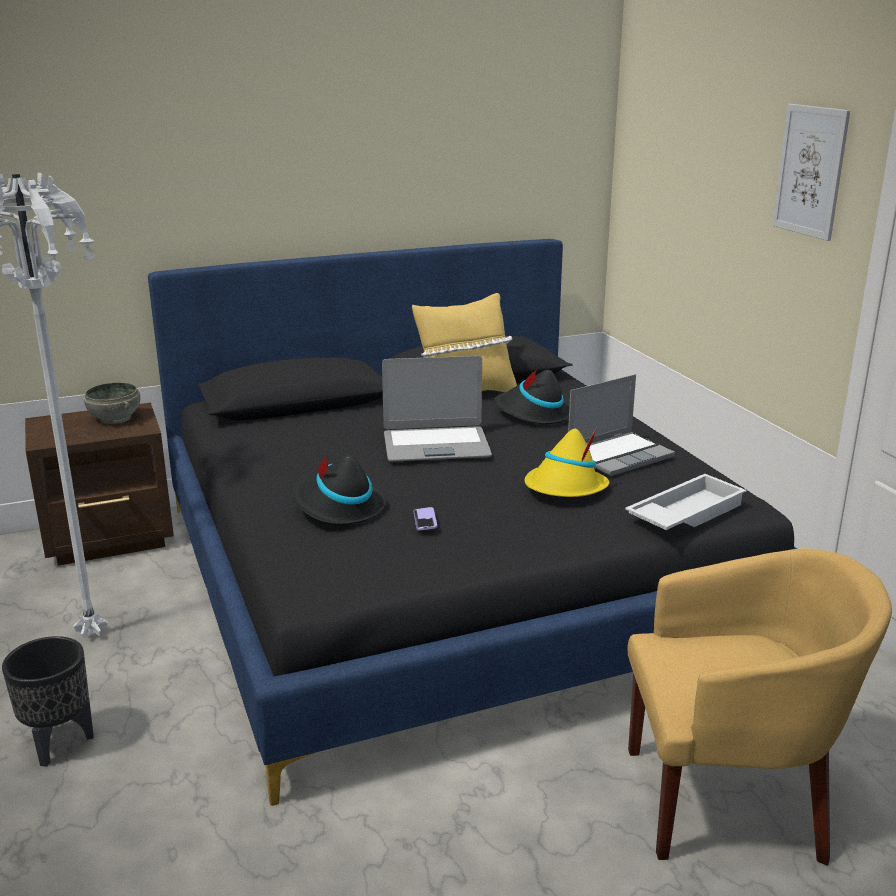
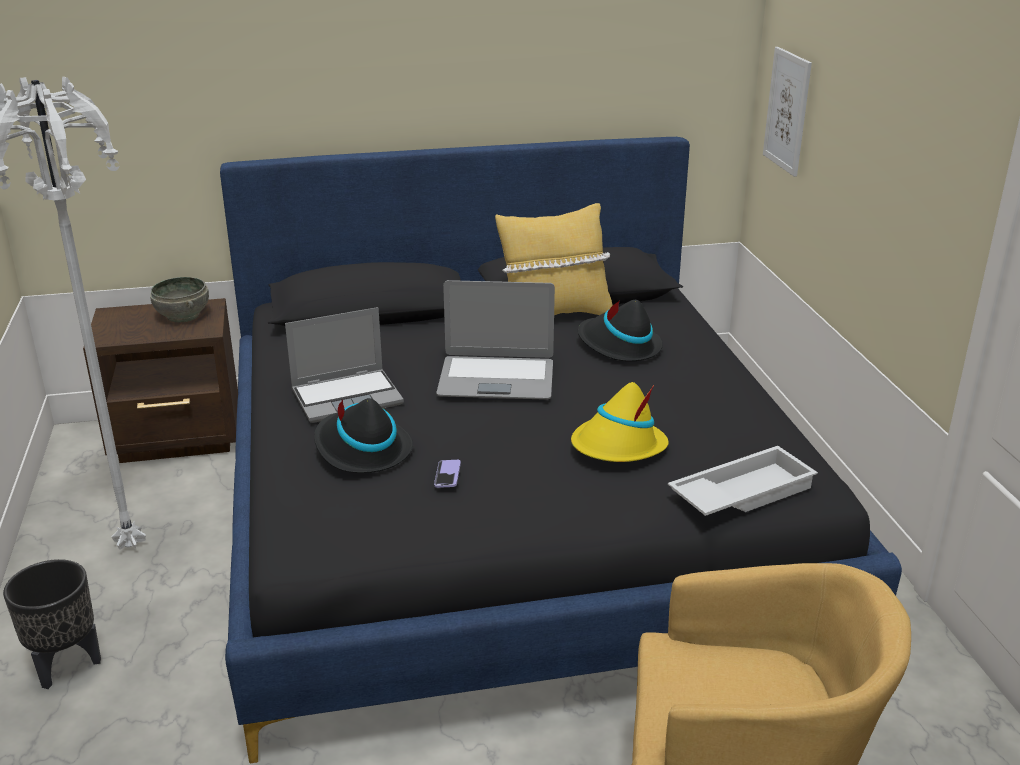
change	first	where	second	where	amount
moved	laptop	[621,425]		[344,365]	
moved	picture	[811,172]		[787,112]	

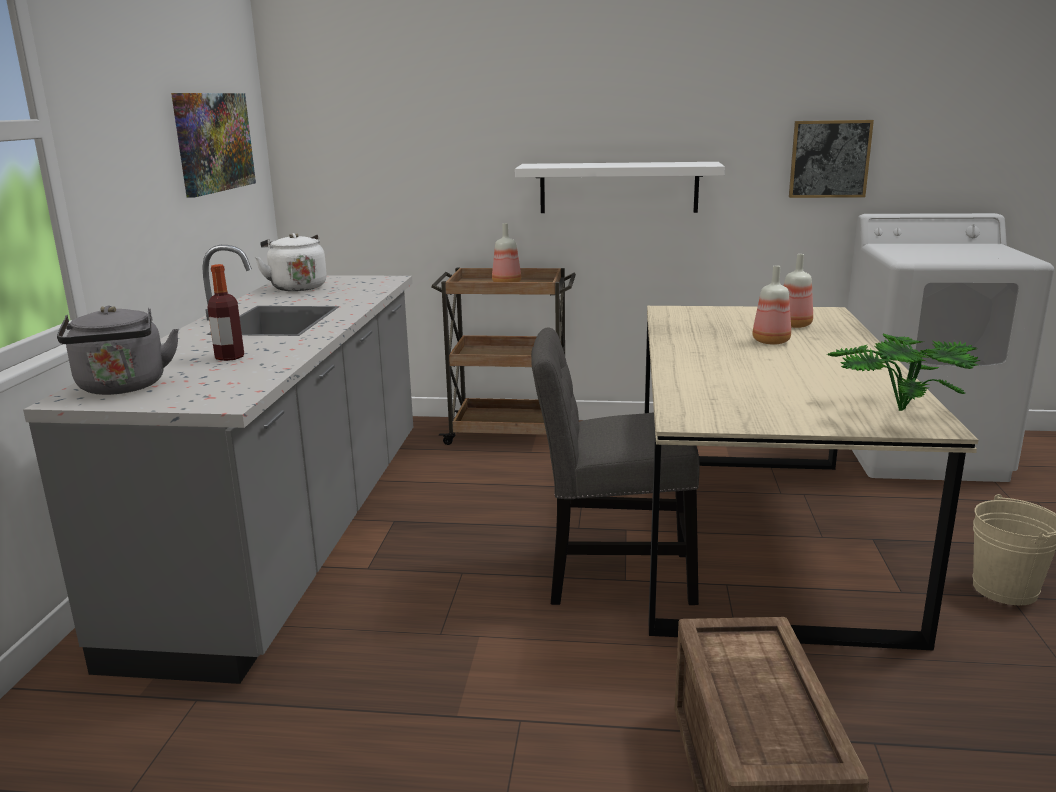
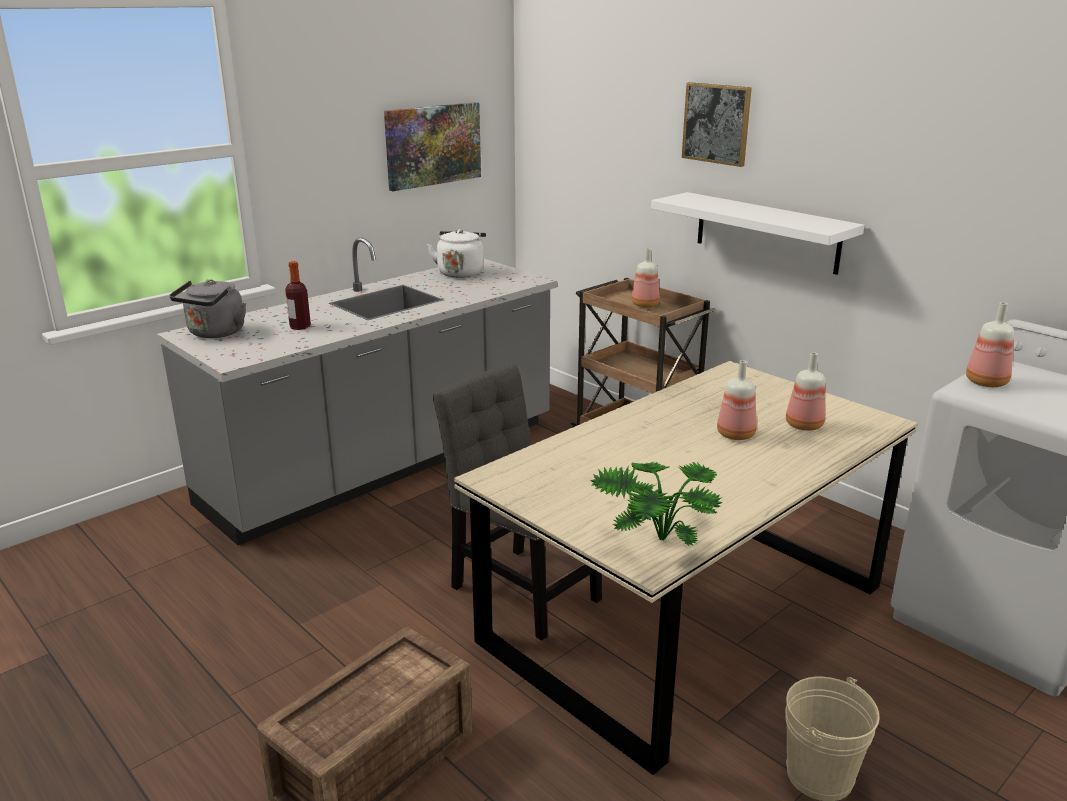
change	first	where	second	where	amount
added			bottle	[990,344]	
moved	picture	[831,159]		[717,124]	

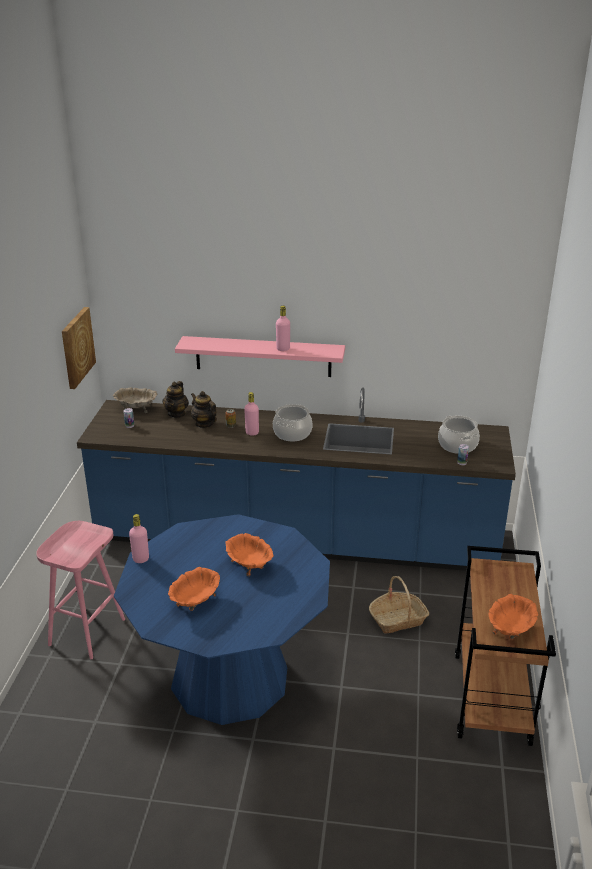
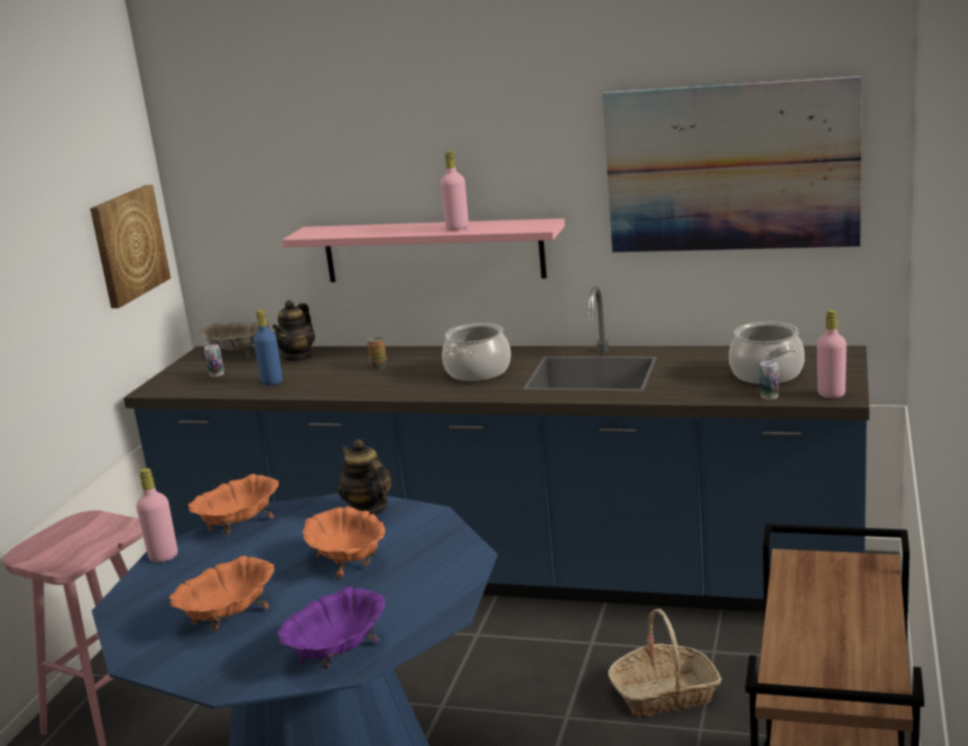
change	first	where	second	where	amount
added			blue bottle	[268,348]	
added			purple bowl	[331,628]	
added			picture	[732,164]	
moved	teapot	[204,409]		[364,477]	
moved	pink bottle	[251,414]		[832,354]	
moved	orange bowl	[513,617]		[233,504]	

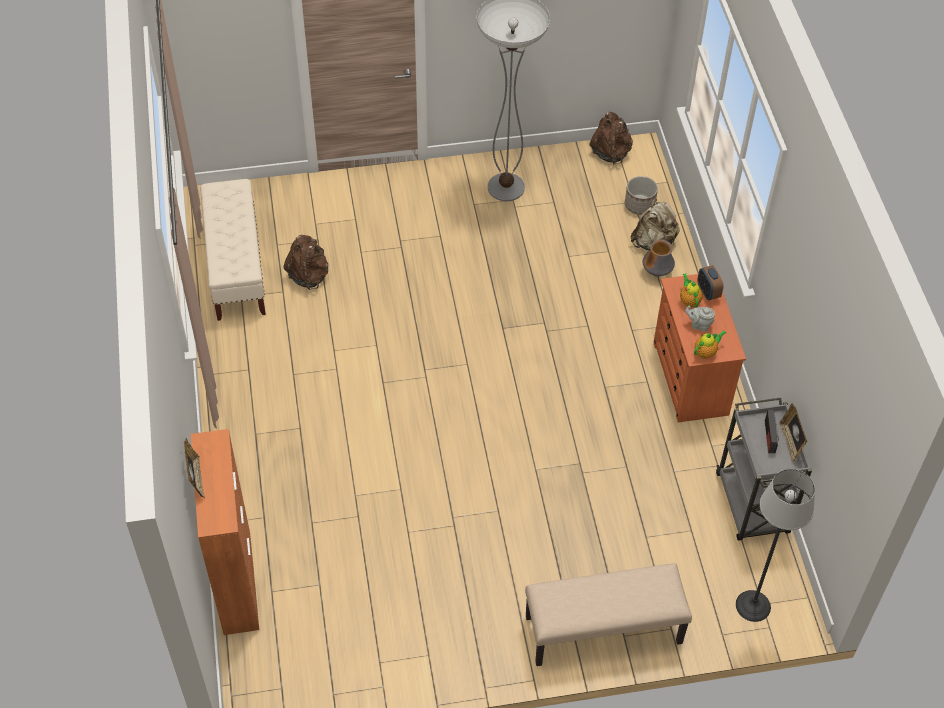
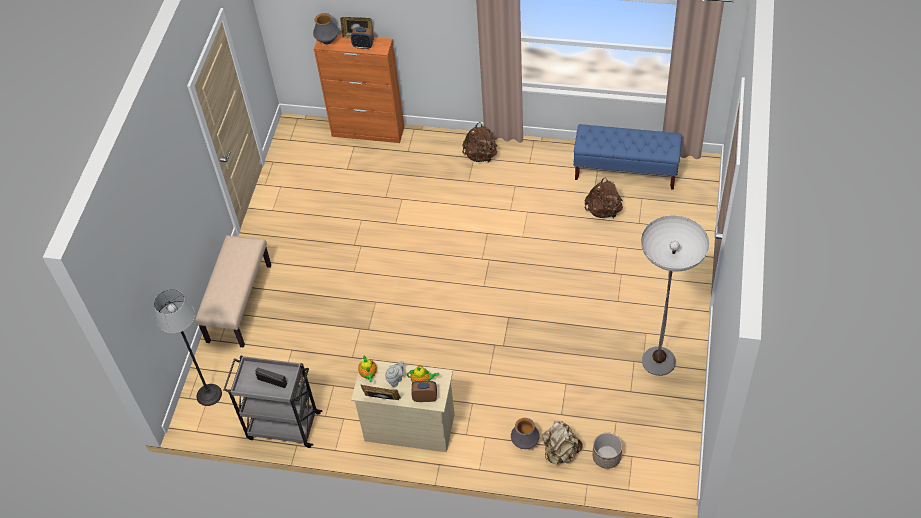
change	first	where	second	where	amount
added			vase	[326,28]	
added			alarm clock	[362,38]	
moved	brown backpack	[611,138]		[480,142]	
moved	picture frame	[793,432]		[381,392]	
recoloured	beige bench	[233,250]	blue bench	[627,157]	
recoloured	orange dresser	[699,348]	beige dresser	[403,405]	

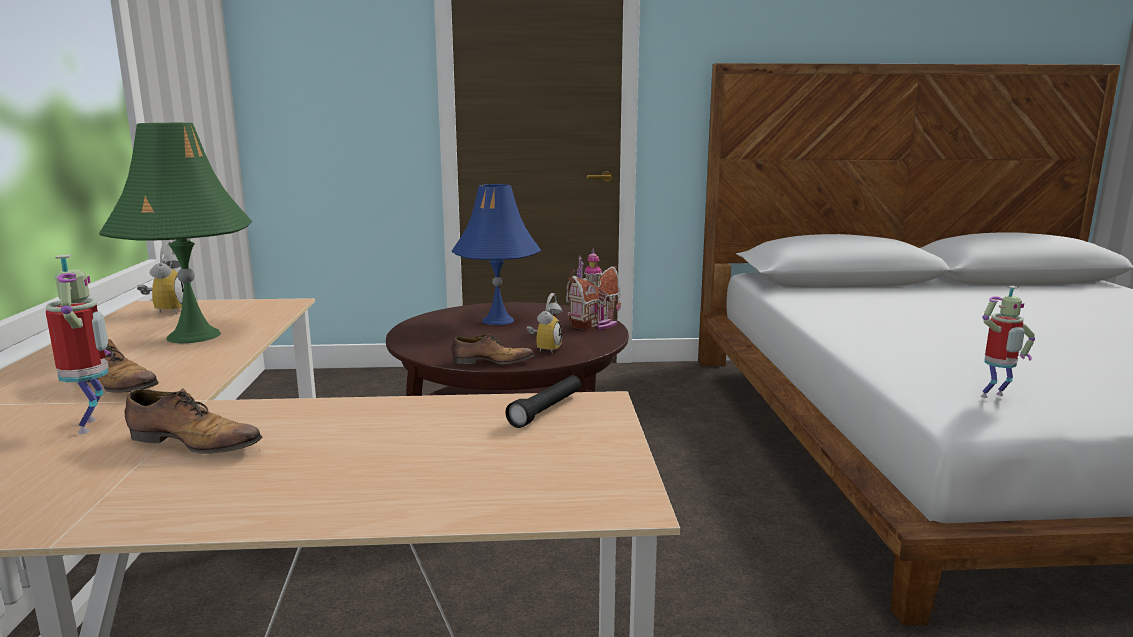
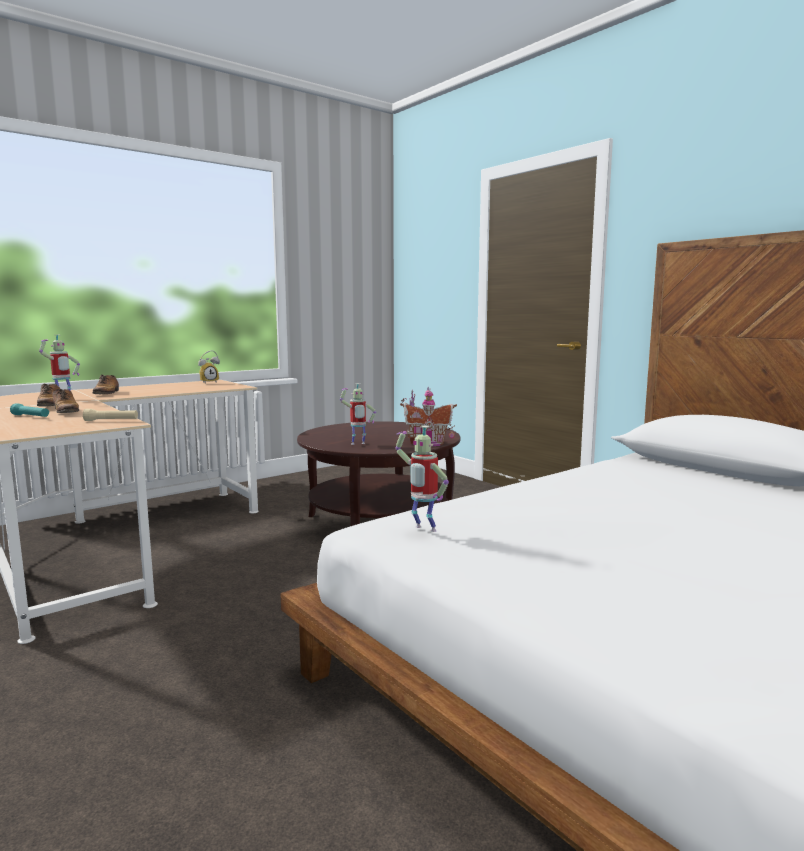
change	first	where	second	where	amount
removed	green table lamp	[175,233]			
removed	blue table lamp	[496,254]			
added			turquoise flashlight	[29,410]	
moved	shoe	[492,348]		[65,402]	
replaced	alarm clock	[544,323]	toy robot	[358,414]	
recoloured	black flashlight	[543,401]	beige flashlight	[110,415]	

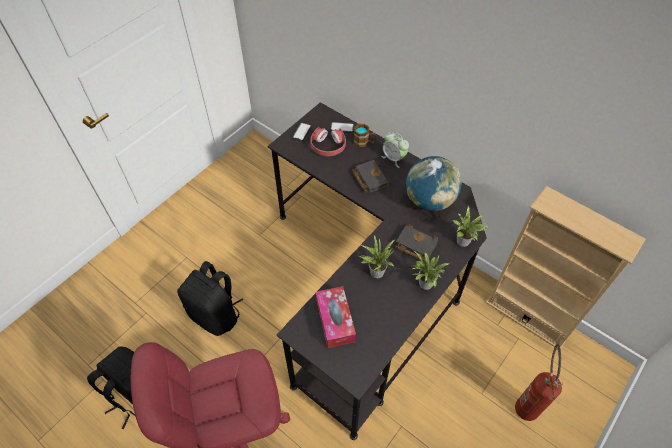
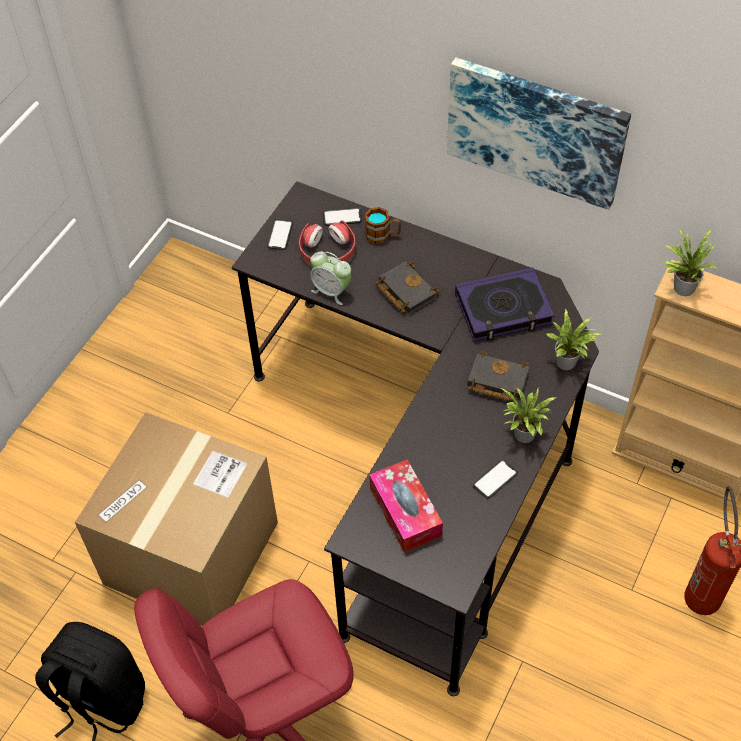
change	first	where	second	where	amount
added			picture	[539,133]	
added			phone	[495,479]	
moved	potted plant	[377,257]		[690,262]	
moved	alarm clock	[395,150]		[330,278]	
replaced	black backpack	[210,298]	cardboard box	[176,519]	
replaced	globe	[434,183]	book	[505,305]	

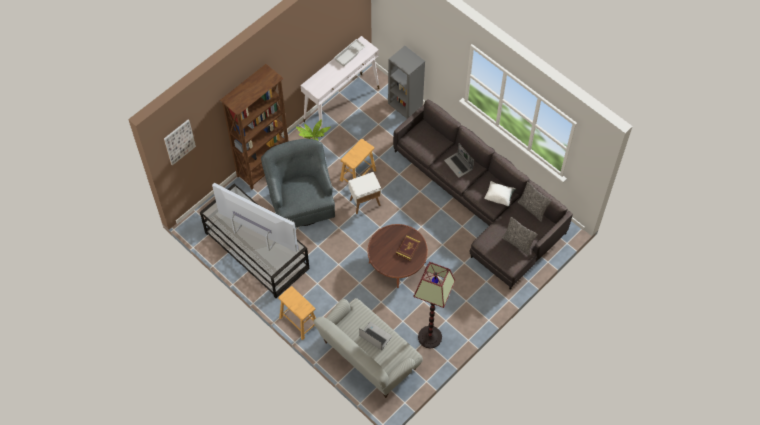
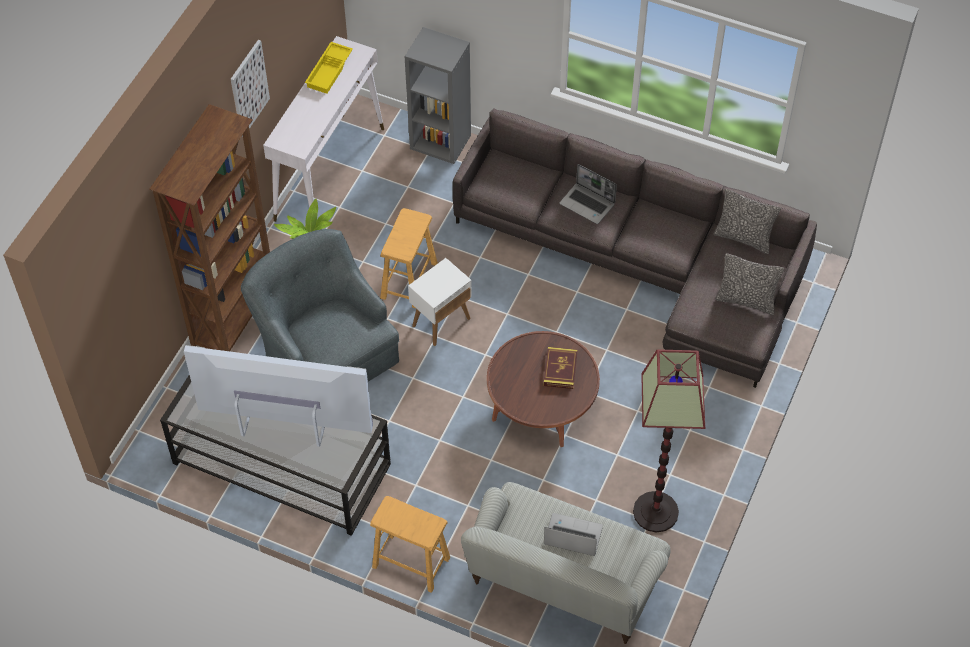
change	first	where	second	where	amount
removed	white pillow	[499,193]			
moved	picture	[180,142]		[250,88]	
recoloured	white tray	[350,53]	yellow tray	[329,68]	

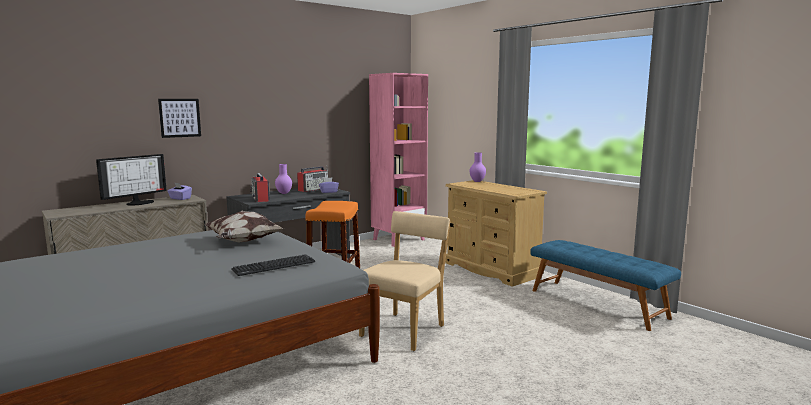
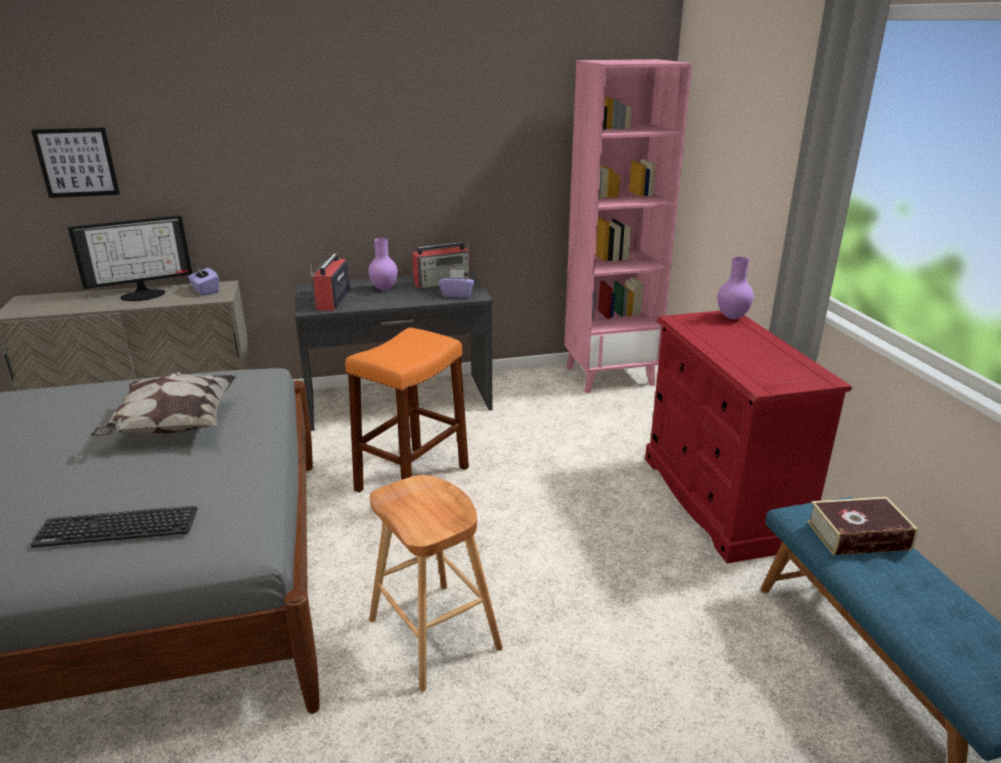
change	first	where	second	where	amount
added			book	[862,526]	
moved	picture	[179,118]		[75,162]	
replaced	beige chair	[405,281]	brown stool	[436,583]	
recoloured	beige dresser	[496,233]	red dresser	[748,437]	

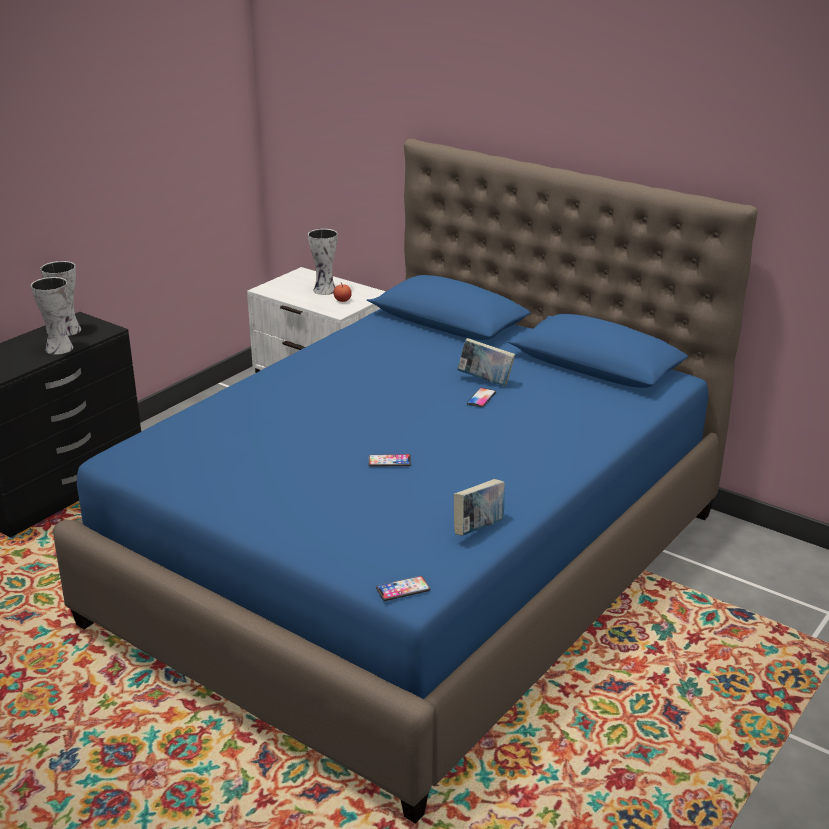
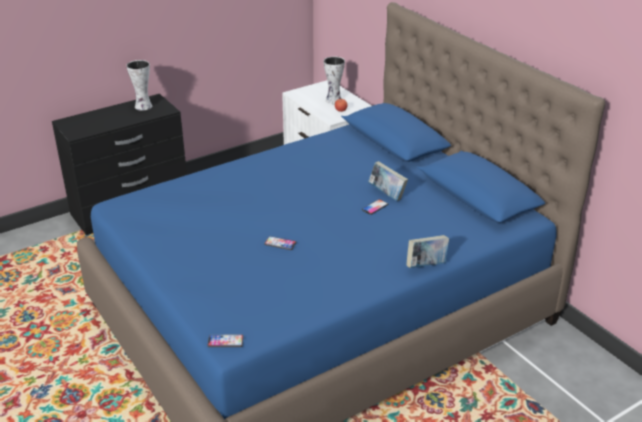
change	first	where	second	where	amount
removed	vase	[52,316]			
moved	book	[479,507]		[428,251]	

